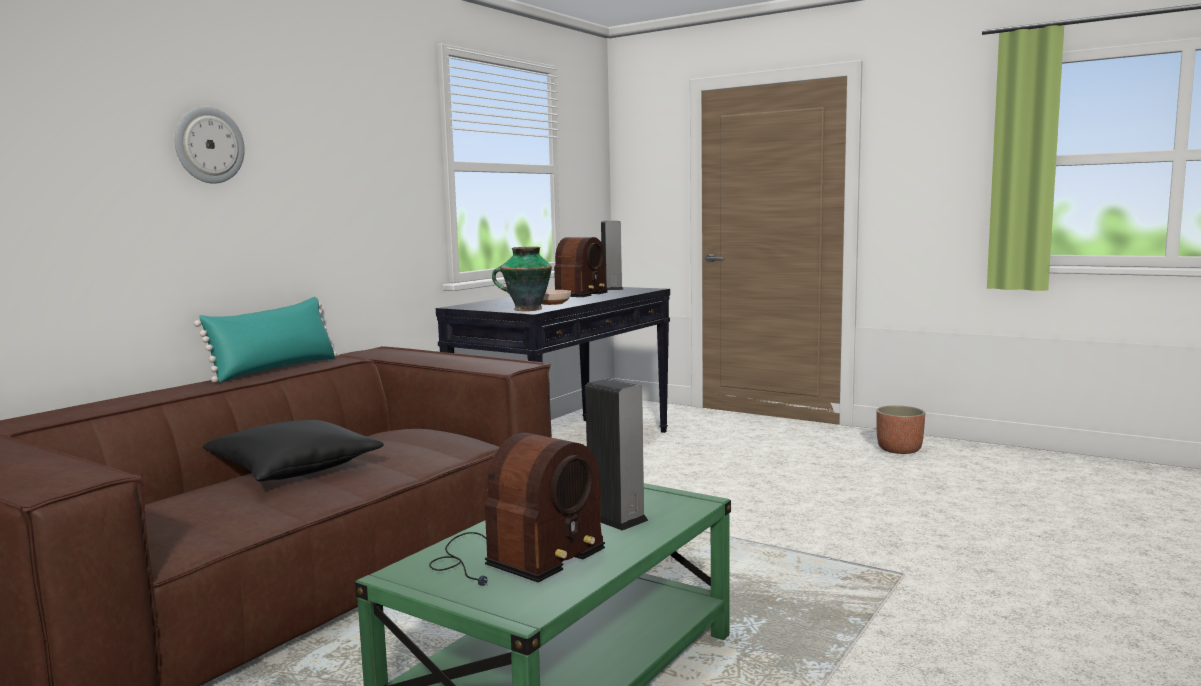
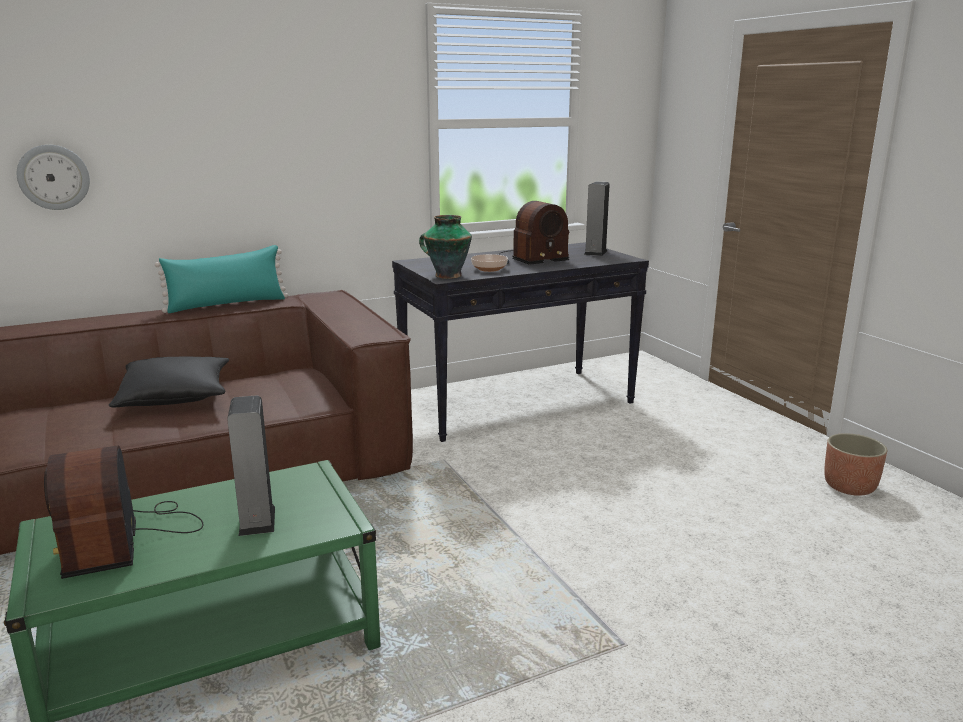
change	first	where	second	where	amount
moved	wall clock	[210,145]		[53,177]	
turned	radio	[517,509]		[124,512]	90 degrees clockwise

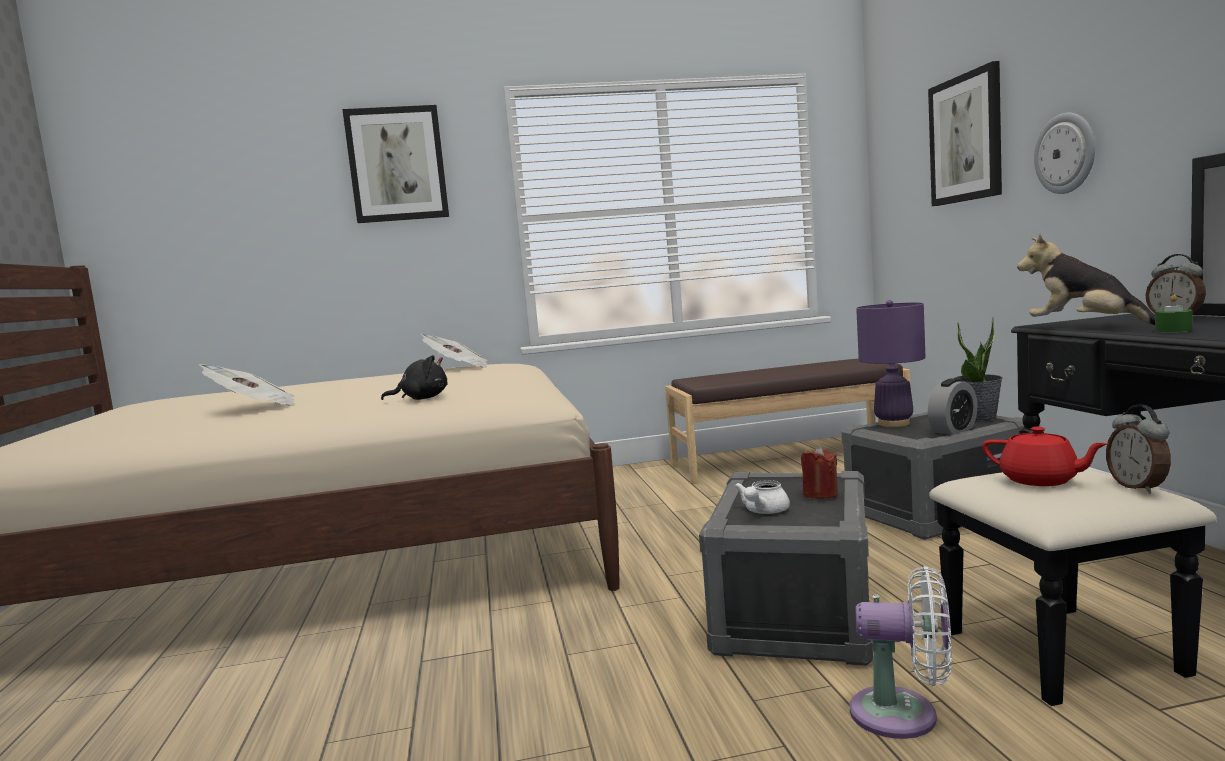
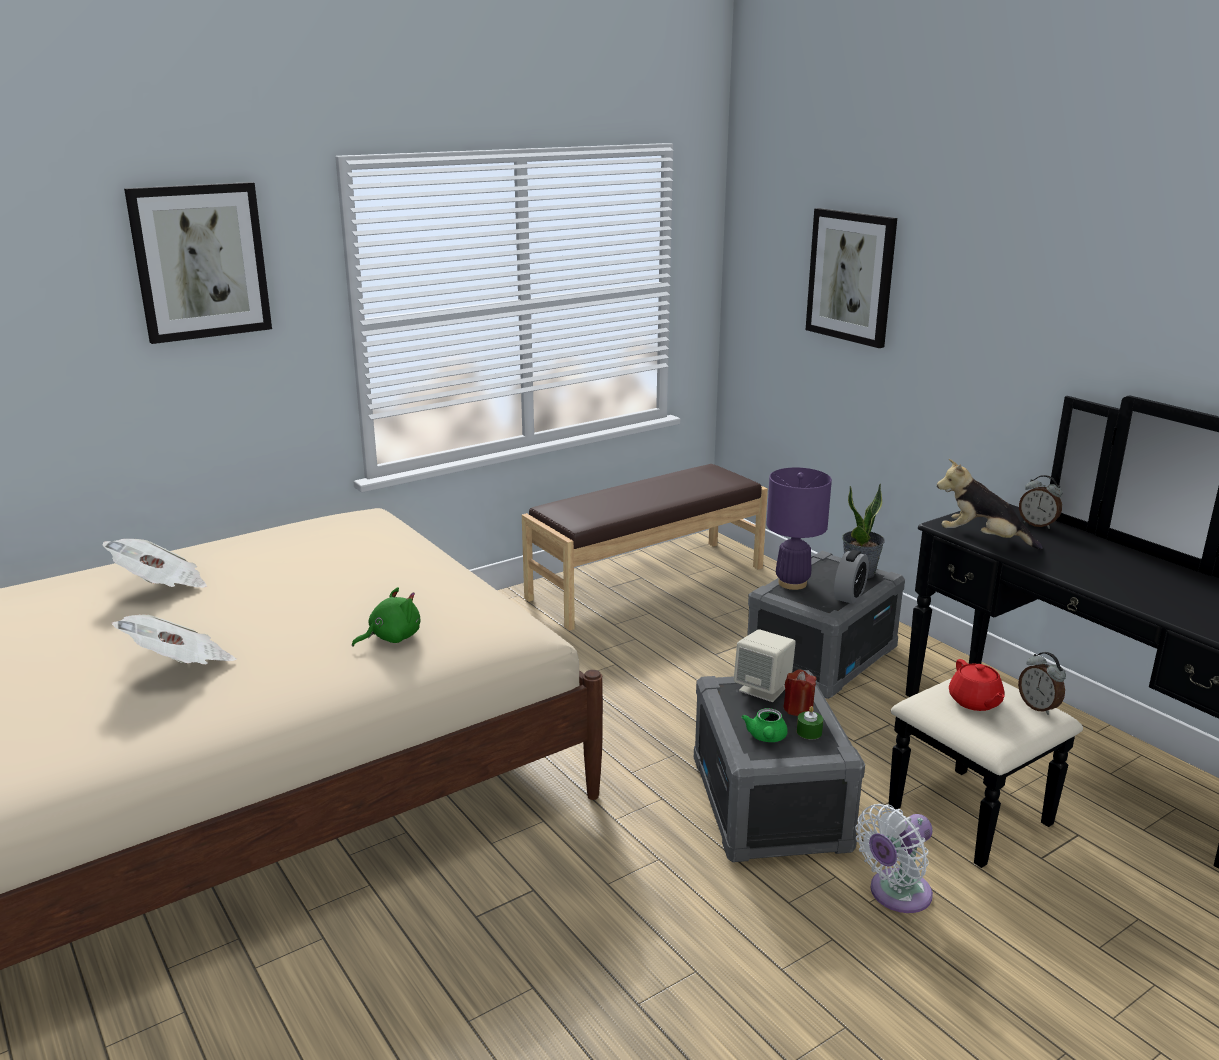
change	first	where	second	where	amount
removed	wall clock	[1064,153]			
added			beige speaker	[765,665]	
moved	newspaper	[454,351]		[155,563]	
moved	green candle	[1174,313]		[810,722]	
recoloured	black plush toy	[414,377]	green plush toy	[386,617]	
recoloured	white teapot	[762,497]	green teapot	[765,725]	
turned	white fan	[901,652]		[894,858]	150 degrees clockwise
turned	red teapot	[1045,456]		[977,685]	60 degrees clockwise

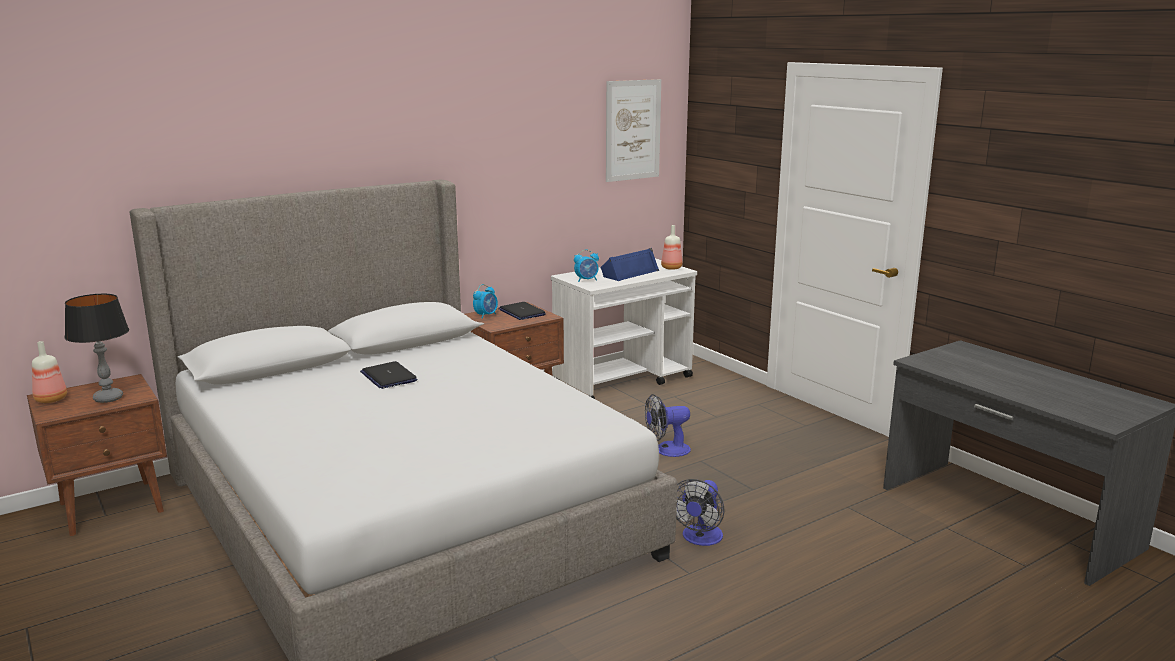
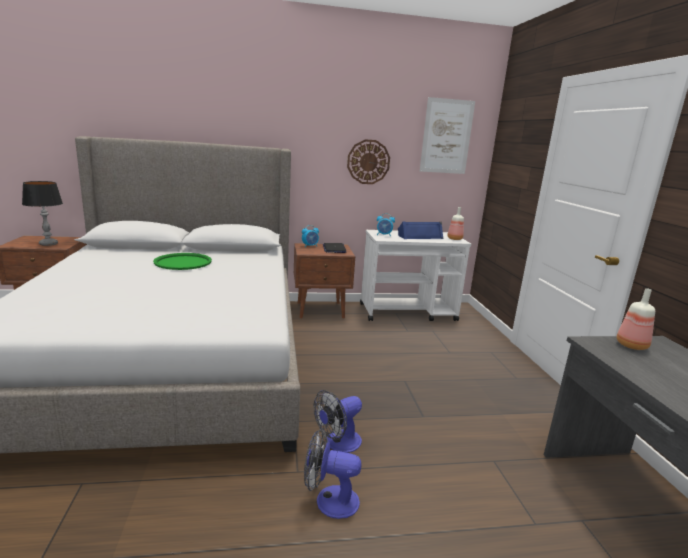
change	first	where	second	where	amount
added			wall clock	[368,161]	
moved	bottle	[49,372]		[636,319]	
moved	fan	[668,425]		[333,474]	
replaced	laptop	[388,375]	green tray	[182,261]	

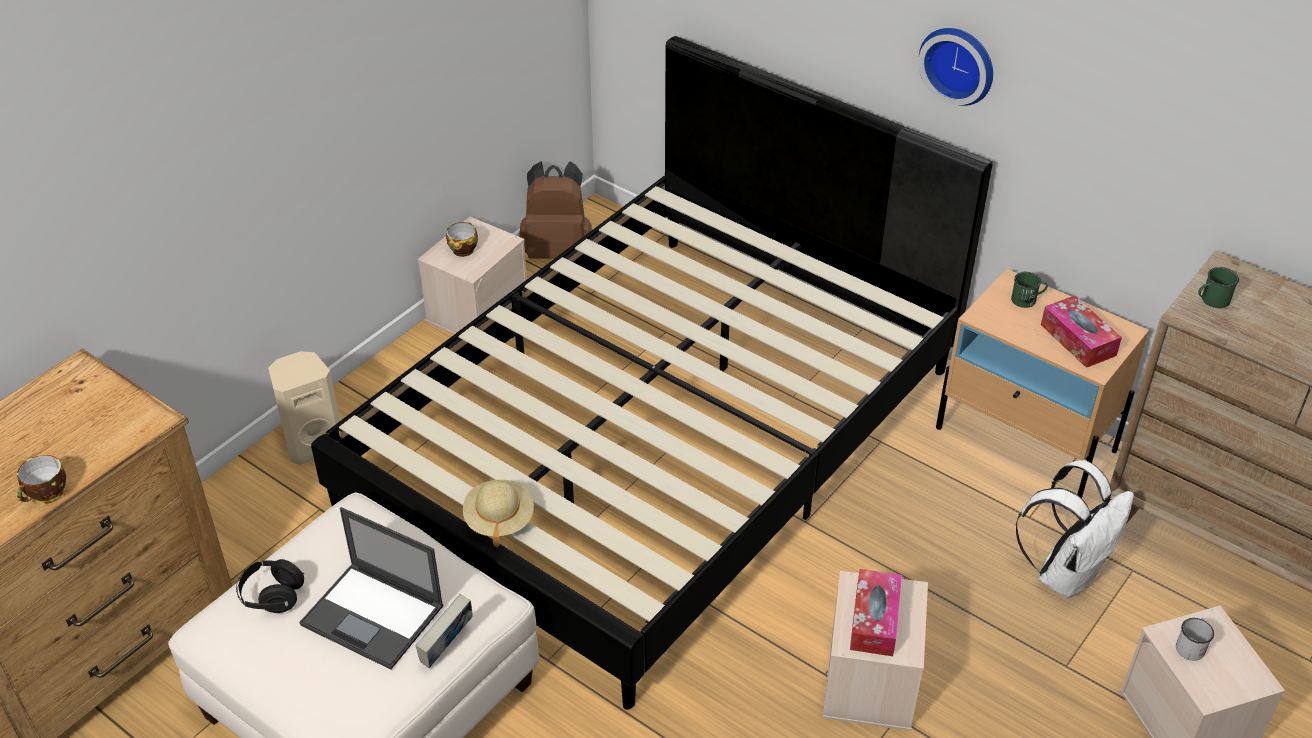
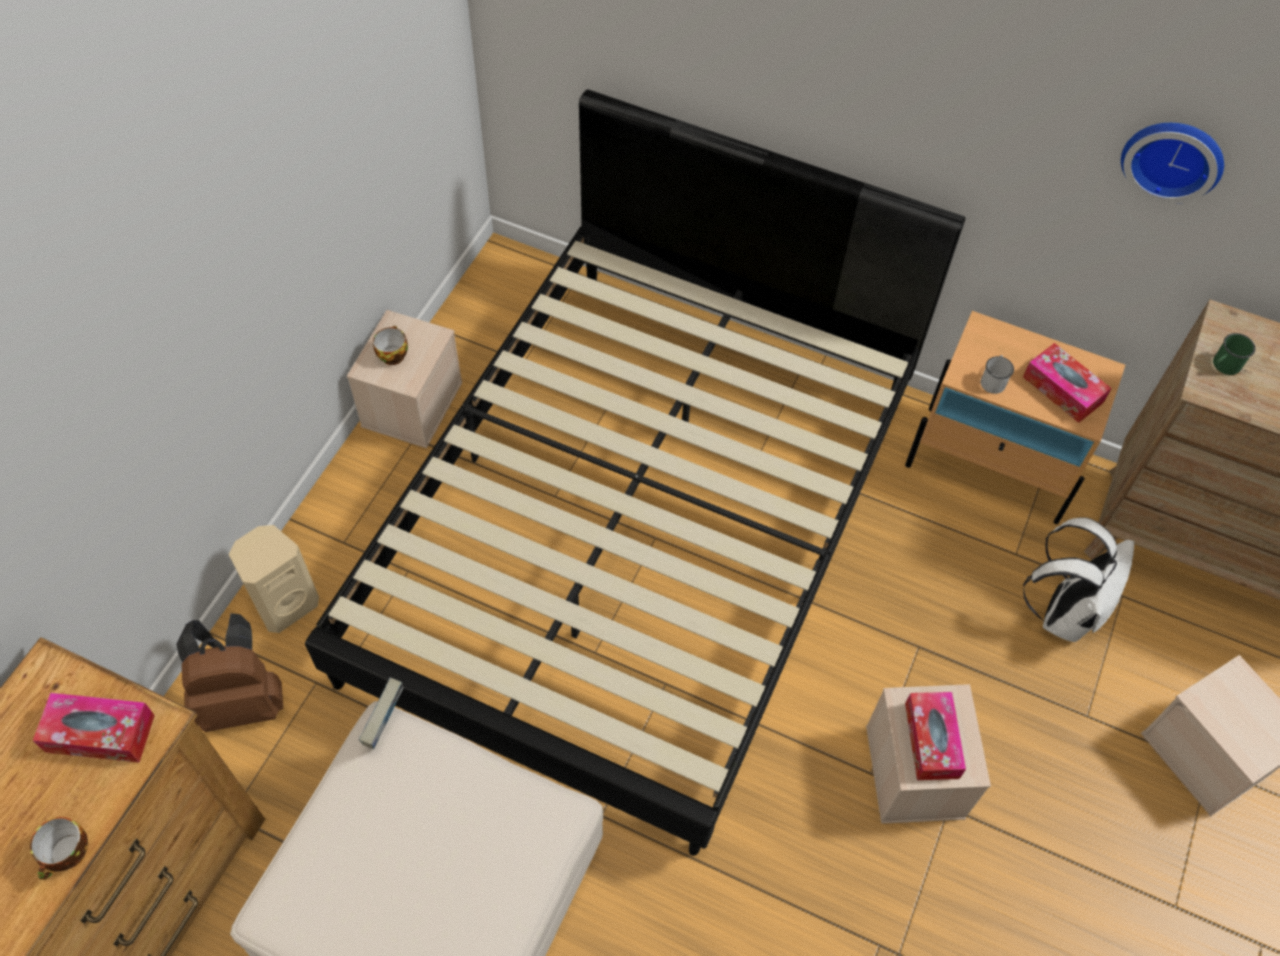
change	first	where	second	where	amount
removed	black headphones	[270,586]			
removed	laptop	[371,588]			
removed	beige hat	[498,513]			
removed	green mug	[1029,290]			
added			tissue box	[94,728]	
moved	book	[444,631]		[381,713]	
moved	brown backpack	[555,210]		[229,672]	
moved	wall clock	[955,67]		[1172,163]	
moved	white mug	[1195,639]		[997,374]	

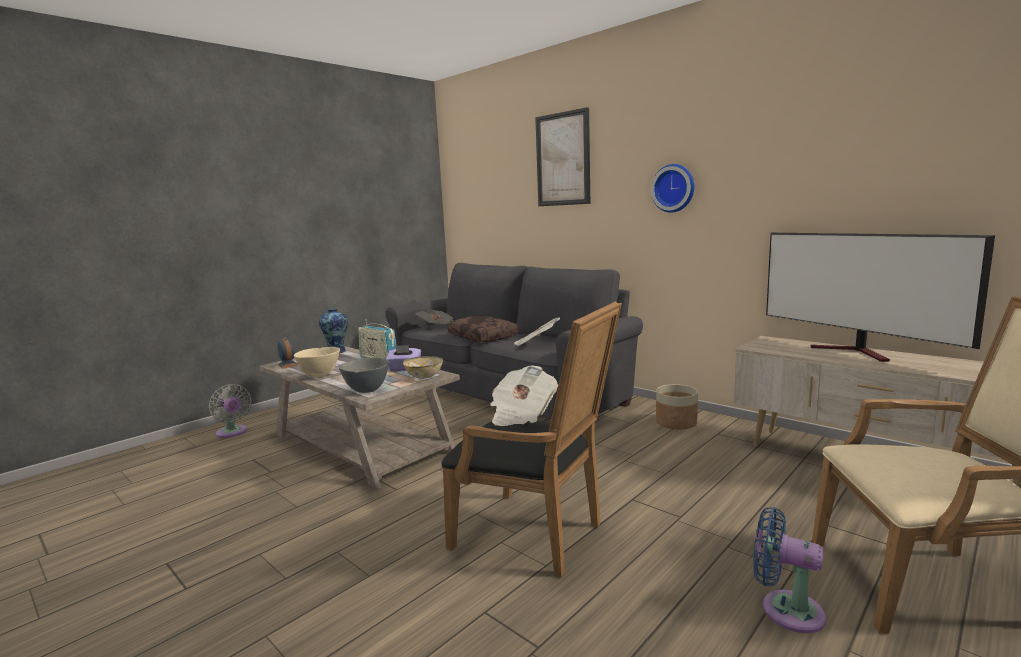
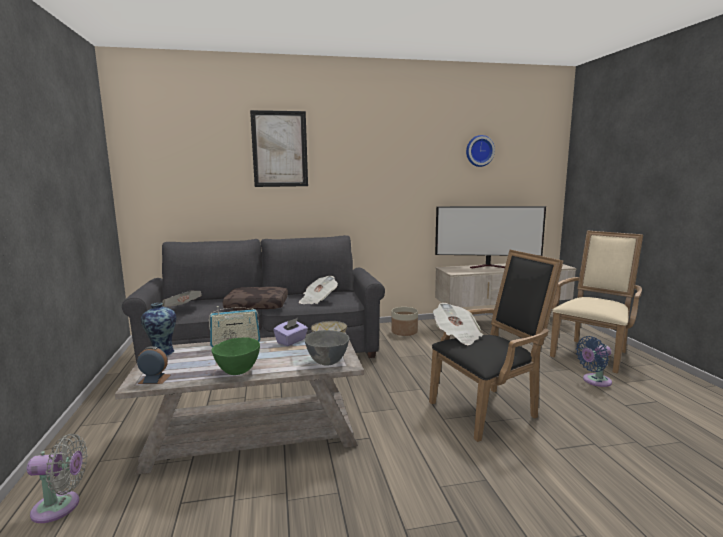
change	first	where	second	where	amount
moved	wall clock	[673,188]		[480,151]	
recoloured	beige bowl	[317,362]	green bowl	[235,356]	

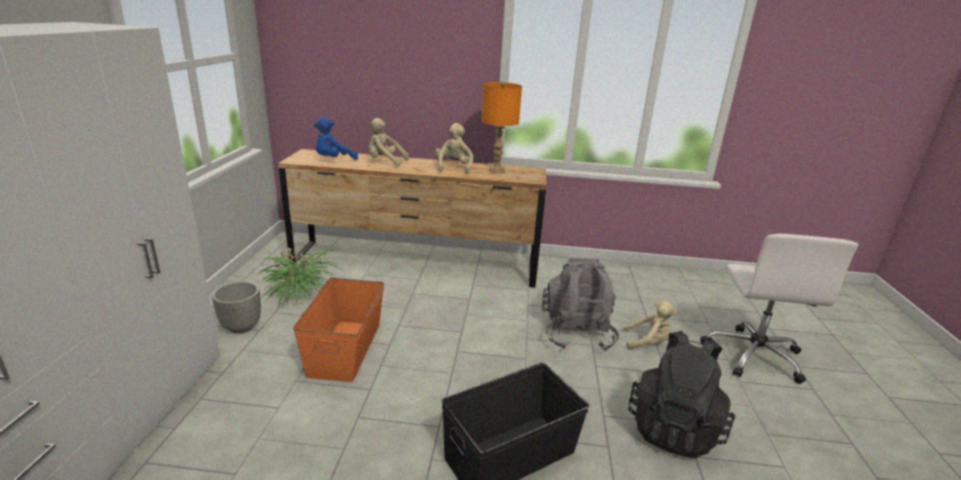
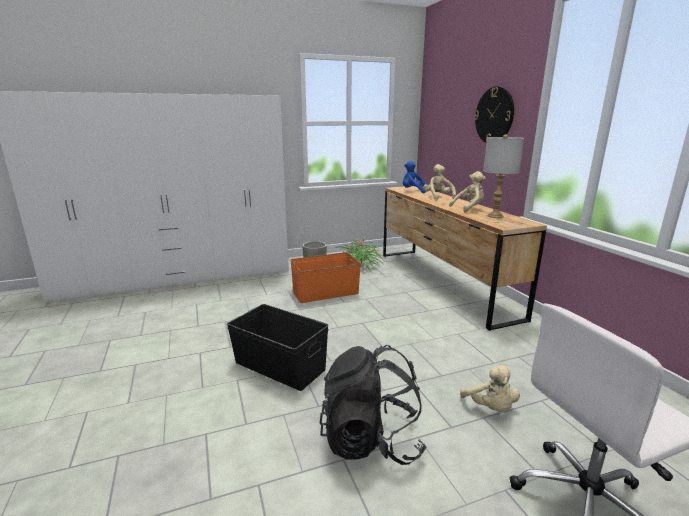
change	first	where	second	where	amount
removed	grey backpack	[580,305]			
added			wall clock	[494,114]	
recoloured	orange table lamp	[501,127]	grey table lamp	[503,176]	

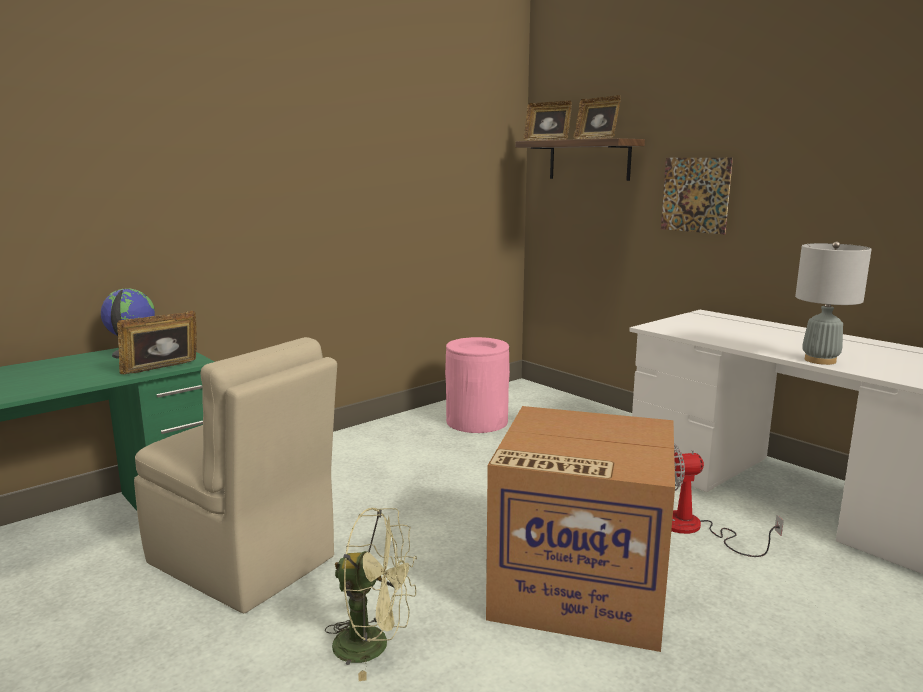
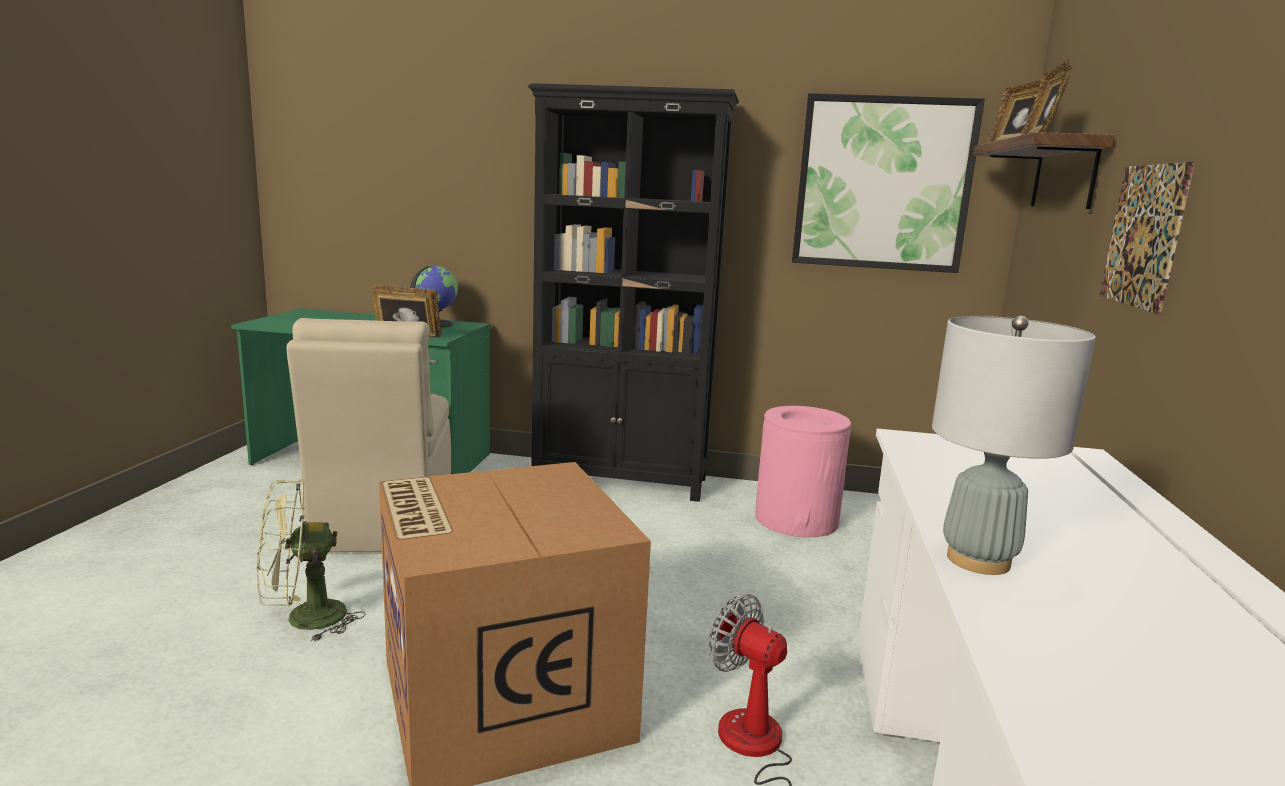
change	first	where	second	where	amount
added			black bookcase	[633,292]	
added			picture	[888,183]	
turned	green fan	[371,594]		[311,560]	90 degrees clockwise

